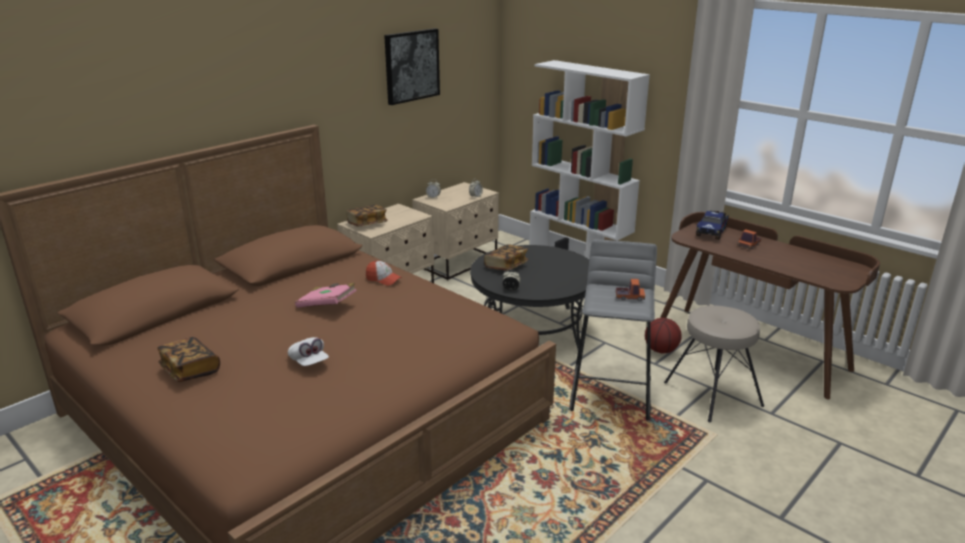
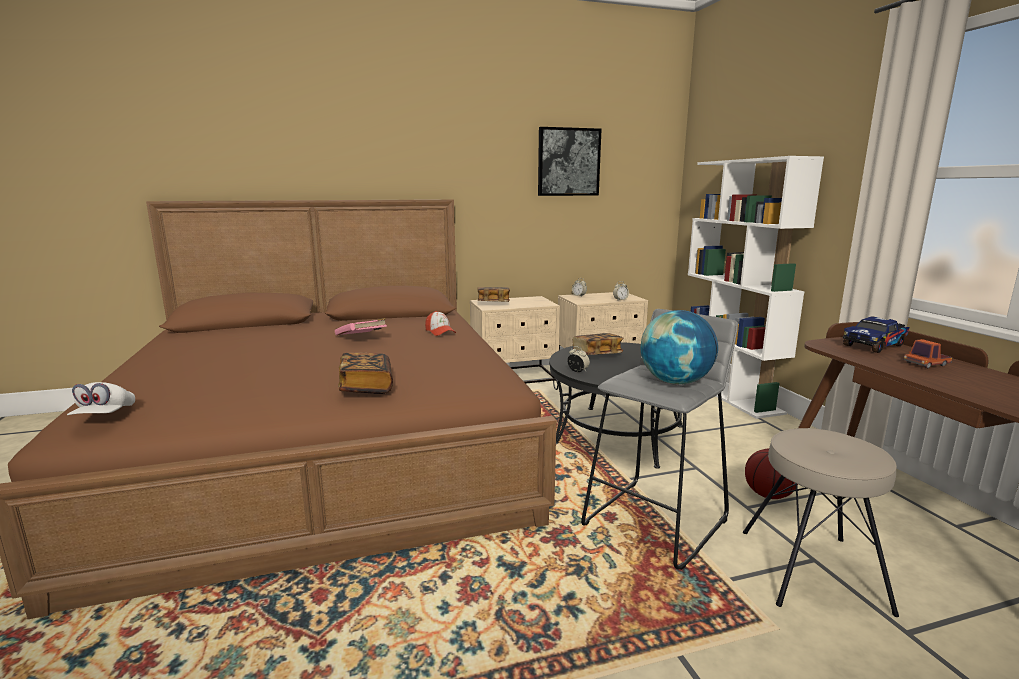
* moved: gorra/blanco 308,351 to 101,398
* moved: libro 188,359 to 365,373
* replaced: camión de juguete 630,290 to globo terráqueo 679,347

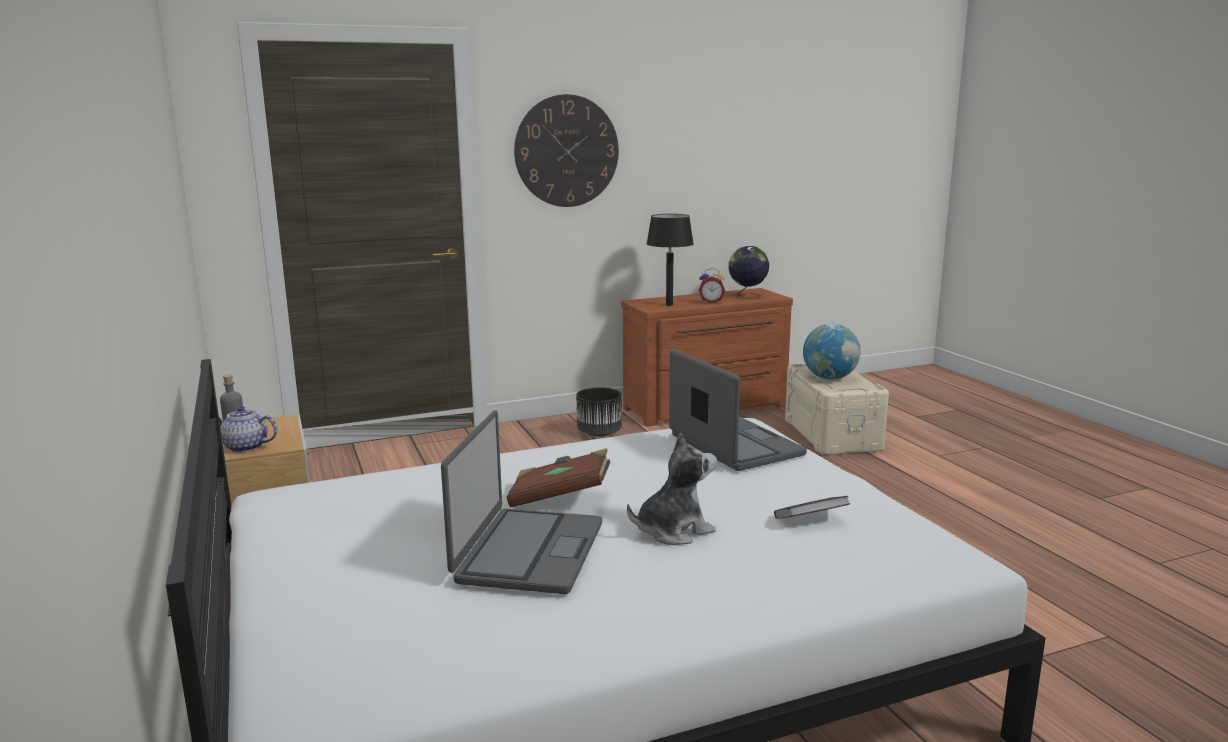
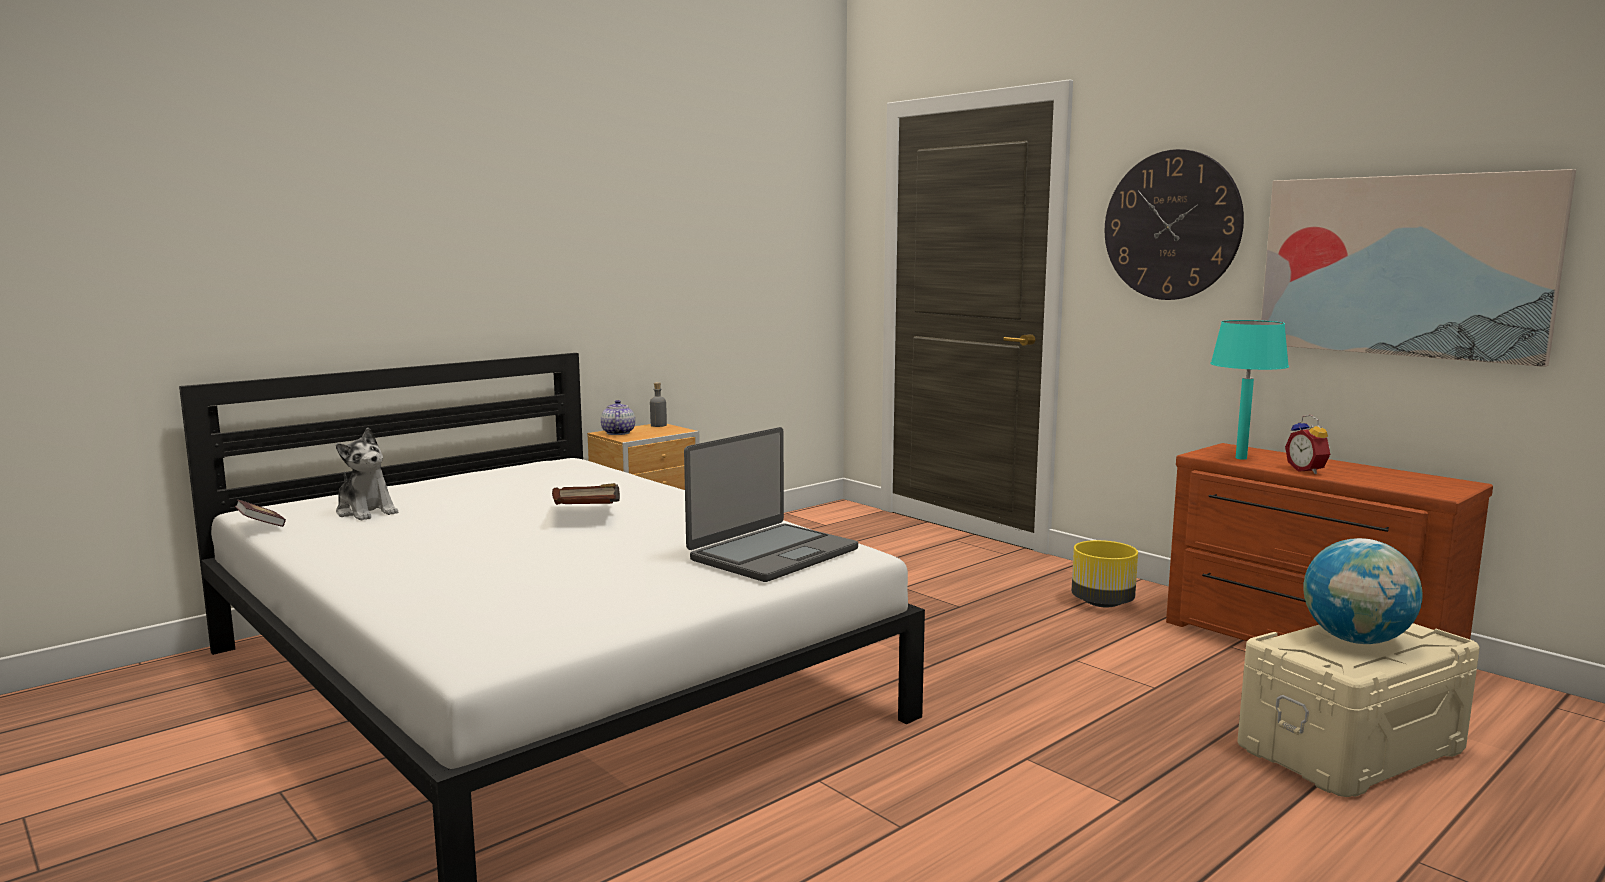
* moved: libro 812,507 to 260,513
* moved: peluche 672,488 to 367,474
* recoloured: maceta/negro 599,412 to maceta/amarillo 1104,573
* recoloured: lámpara de mesa/negro 670,260 to lámpara de mesa/turquesa 1249,390
* added: cuadro 1418,268
* removed: portátil 521,502
* removed: globo terráqueo 749,272

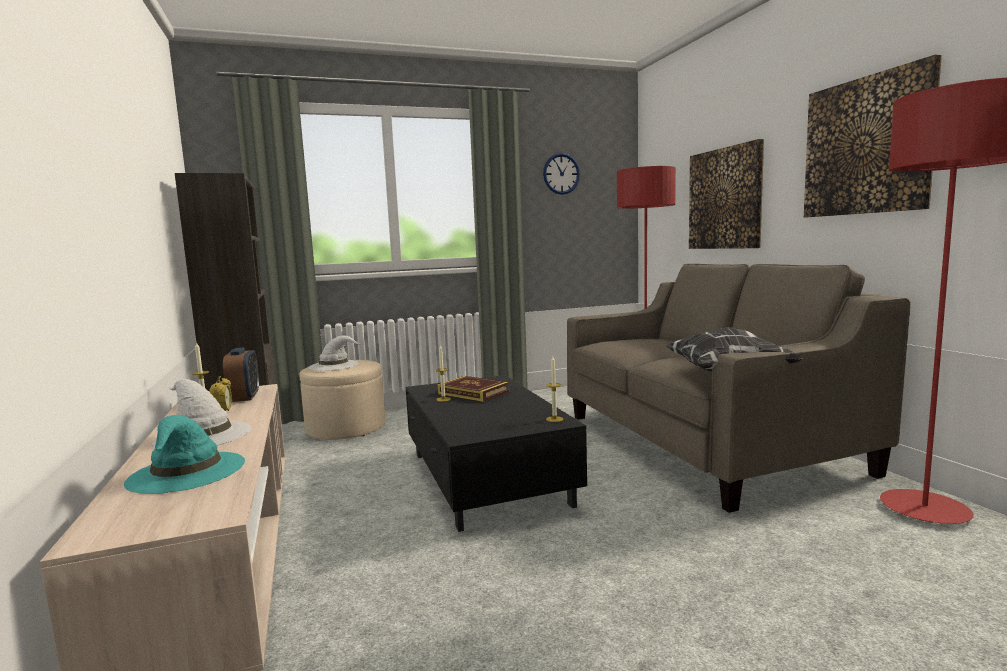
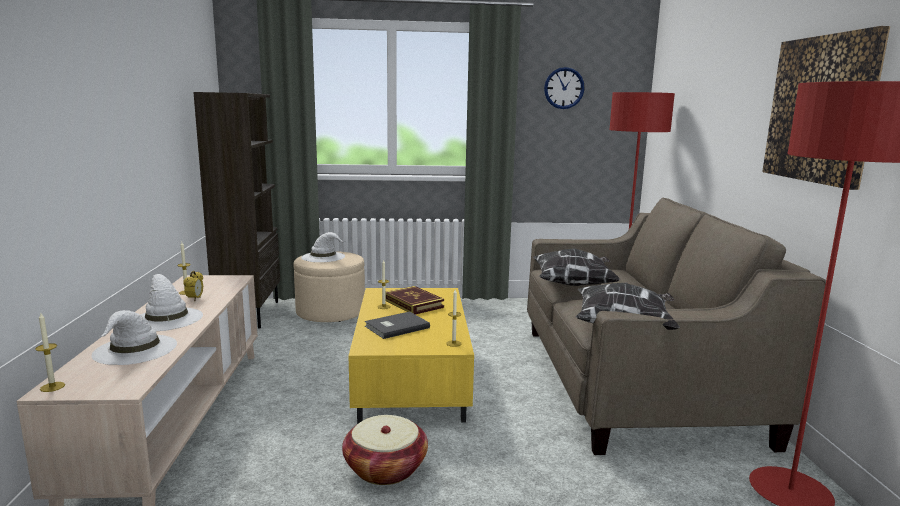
* added: vela 50,352
* recoloured: sombrero/turquesa 184,454 to sombrero/blanco 134,337
* added: cesta 385,450
* recoloured: mesa de centro/negro 496,453 to mesa de centro/amarillo 411,356
* added: libro/gris 397,325
* added: cojín 576,267
* removed: despertador 241,375
* removed: cuadro 726,194

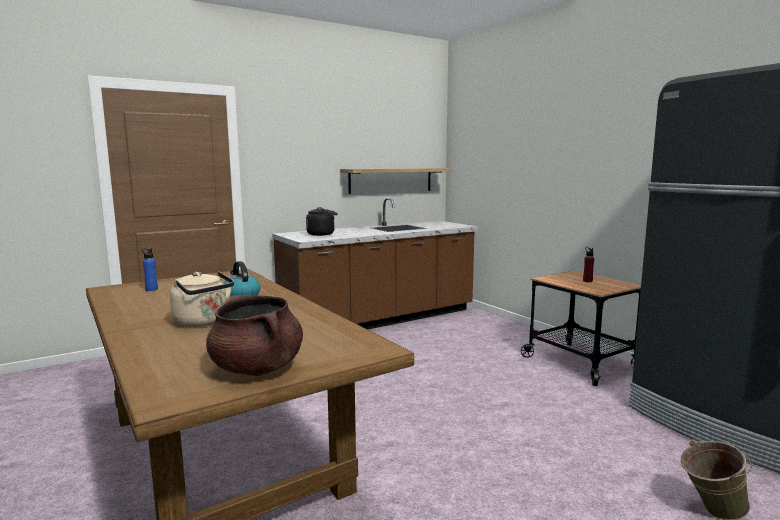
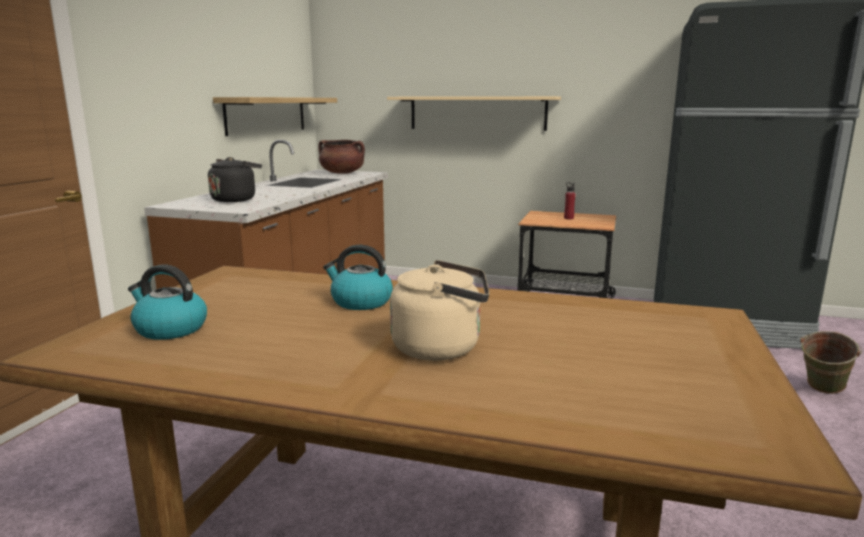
* replaced: botella/azul 150,269 to hervidor 167,302
* moved: olla/marrón 254,335 to 341,157
* added: estante/beis 474,113

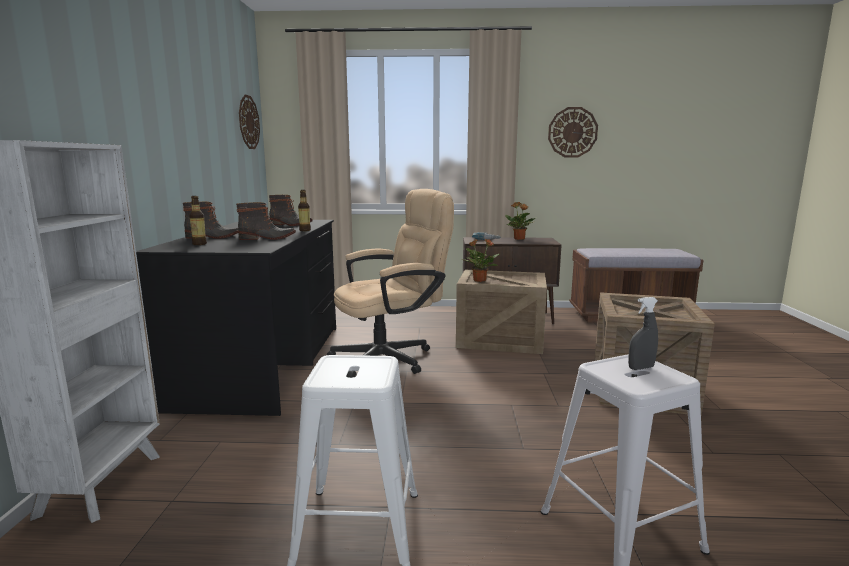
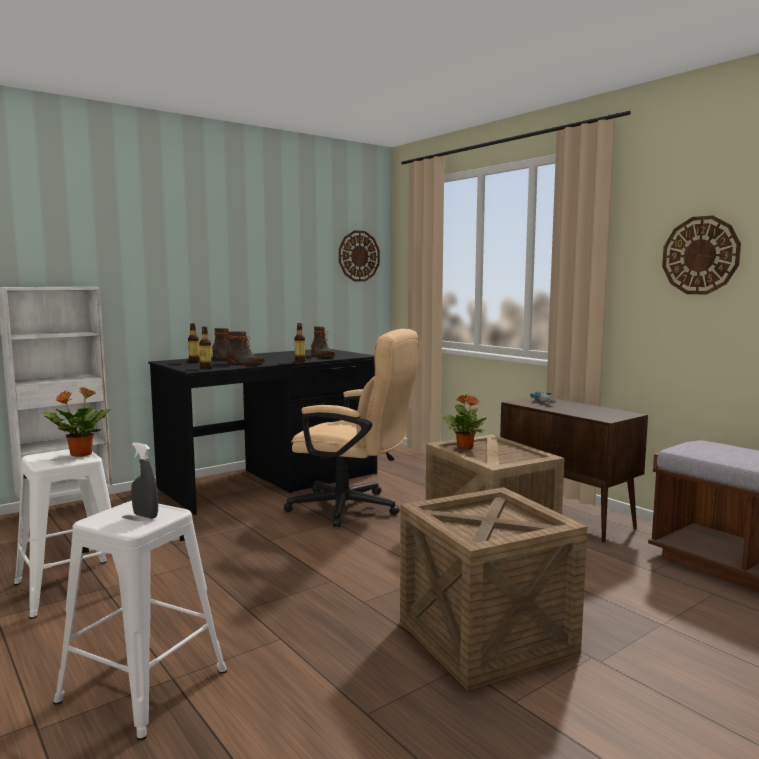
* moved: planta en maceta 521,221 to 77,422
* added: botella 205,347

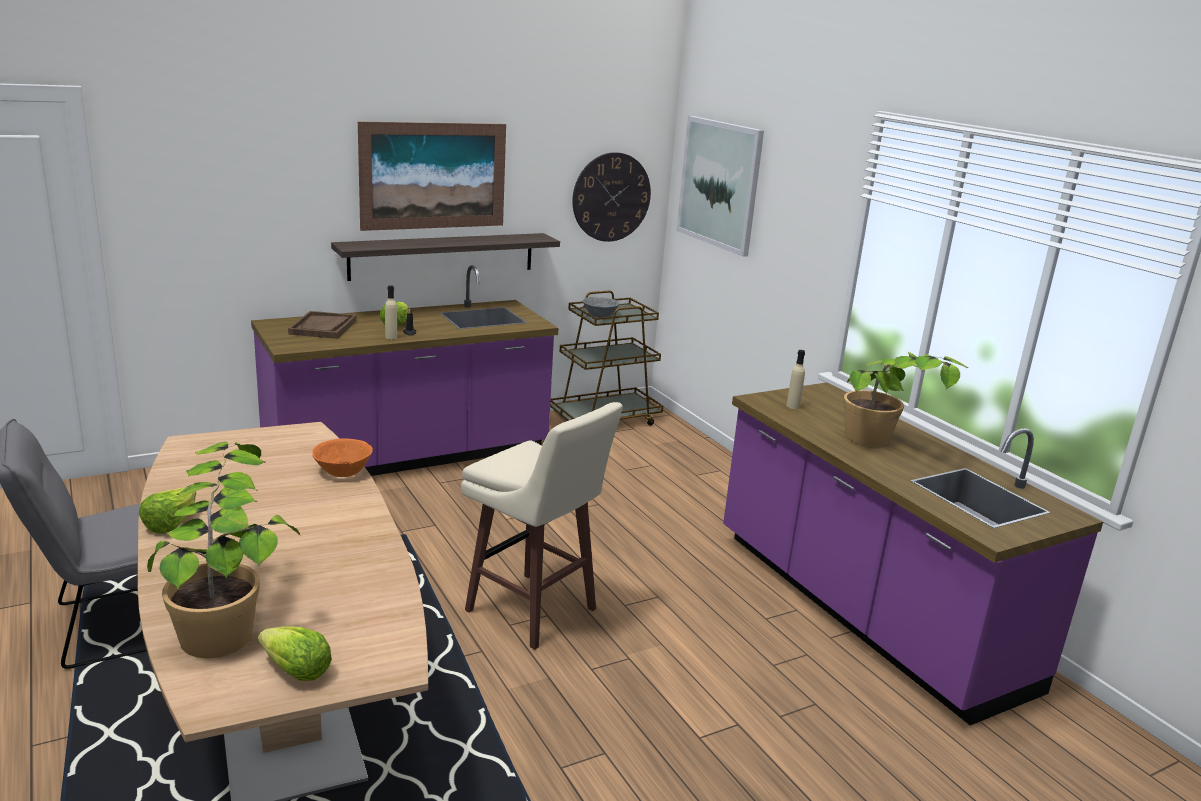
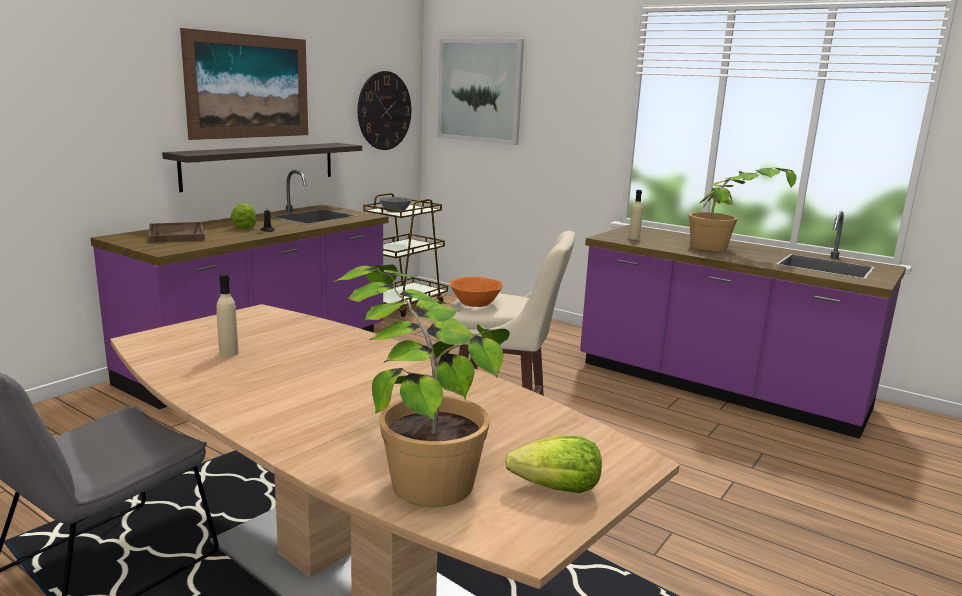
* moved: botella/beis 391,312 to 227,315
* moved: cuenco/naranja 342,457 to 475,292
* removed: lechuga 167,510

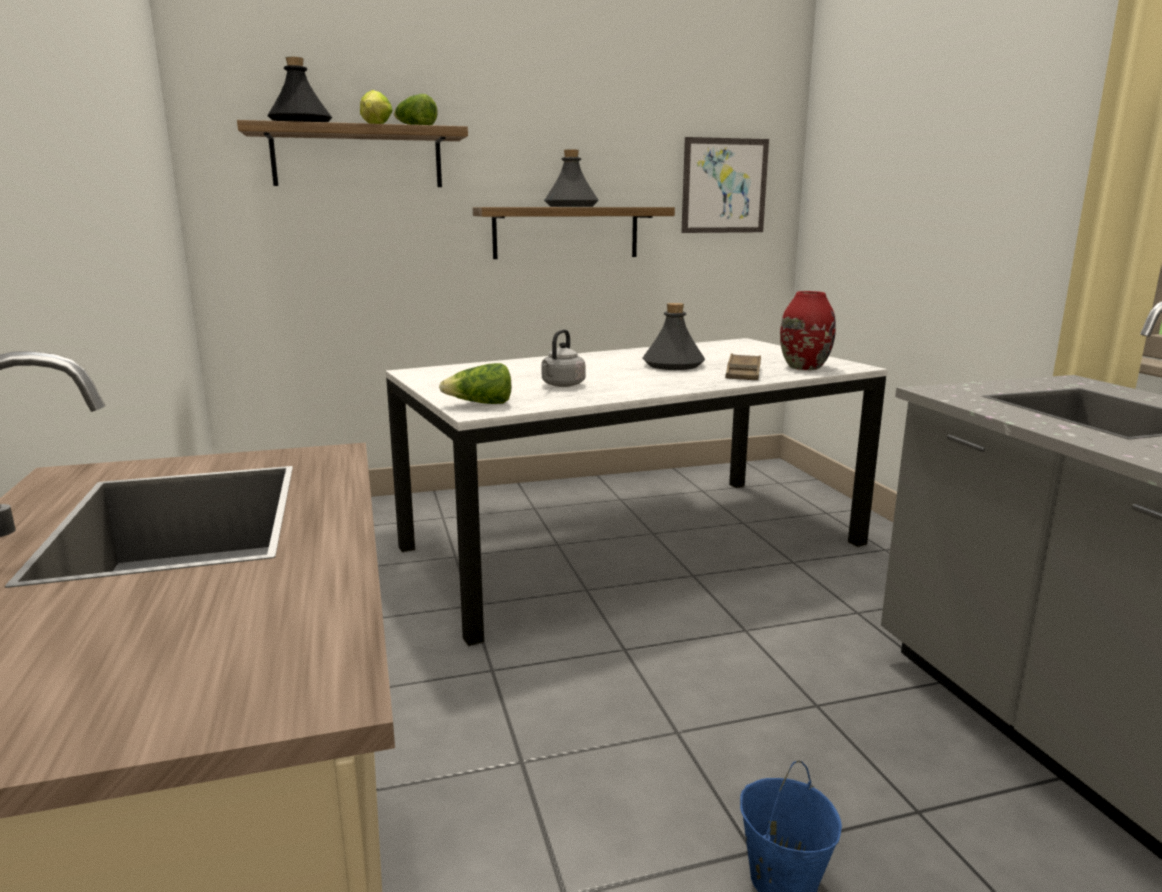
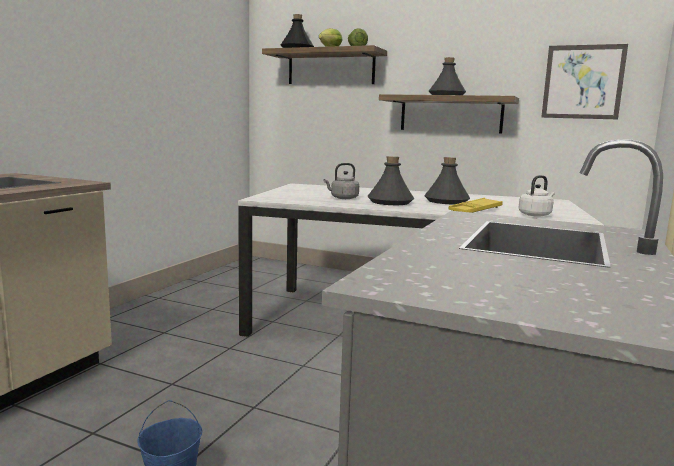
* added: botella/gris 390,180
* recoloured: bandeja/marrón 743,367 to bandeja/amarillo 475,205
* replaced: florero/rojo 808,330 to hervidor/blanco 536,196
* removed: lechuga 475,383

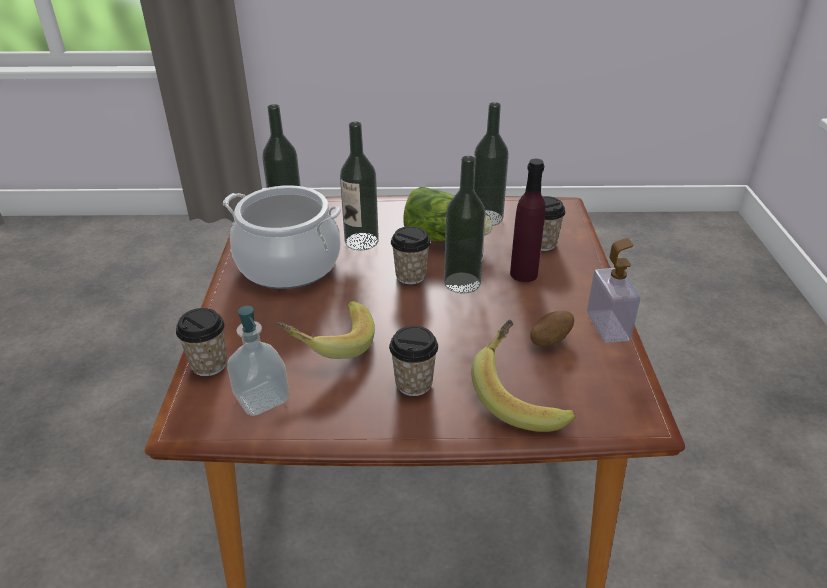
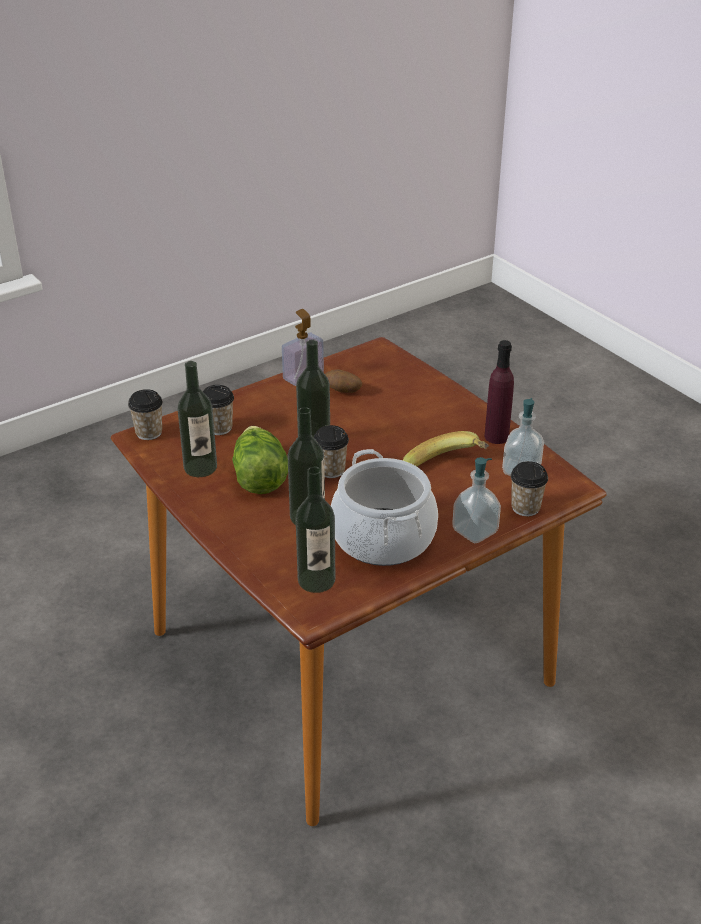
* moved: taza 413,360 to 145,414
* added: dispensador de jabón 476,500
* moved: botella/morado 528,220 to 499,392
* removed: plátano 523,375

